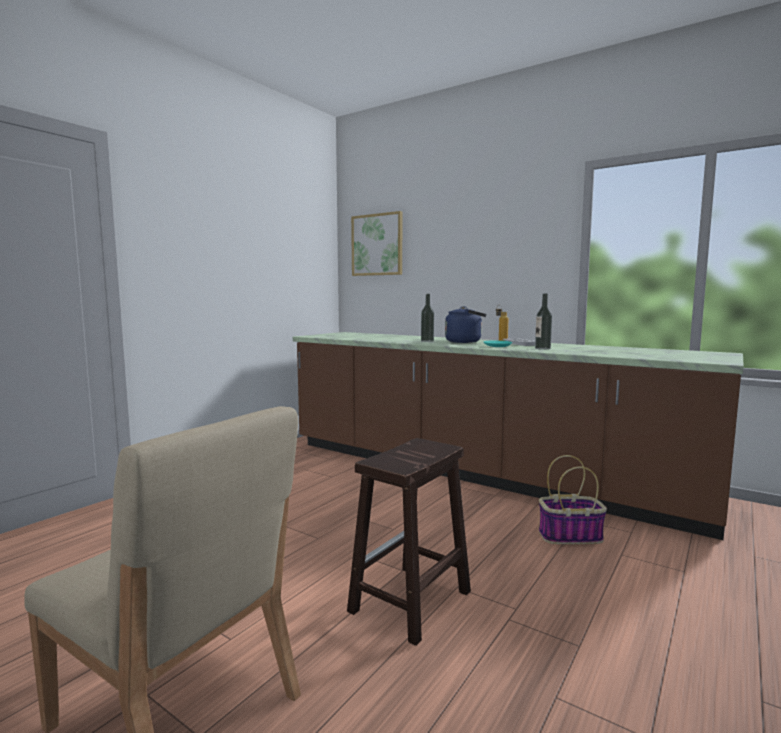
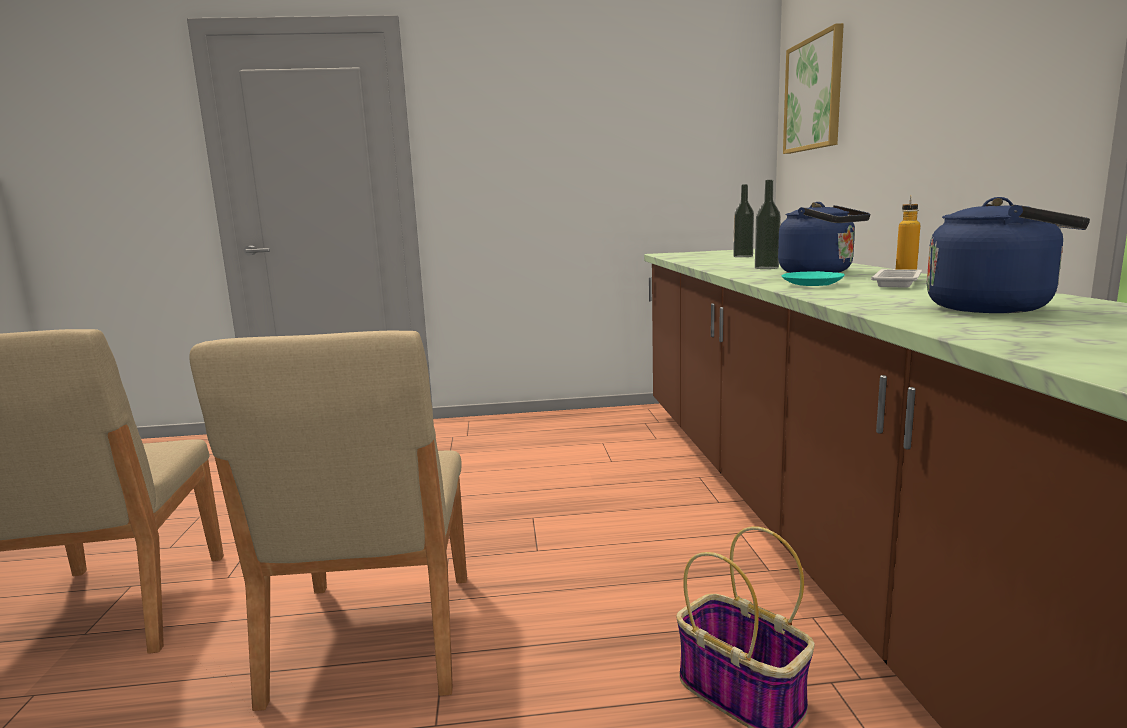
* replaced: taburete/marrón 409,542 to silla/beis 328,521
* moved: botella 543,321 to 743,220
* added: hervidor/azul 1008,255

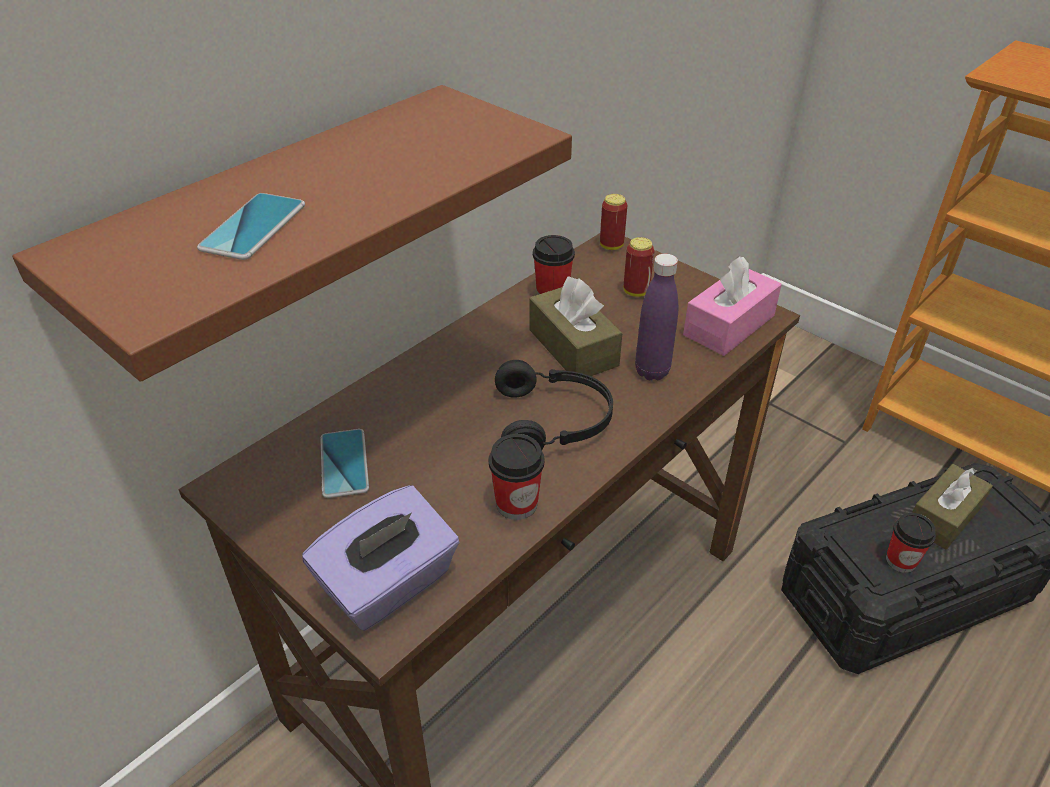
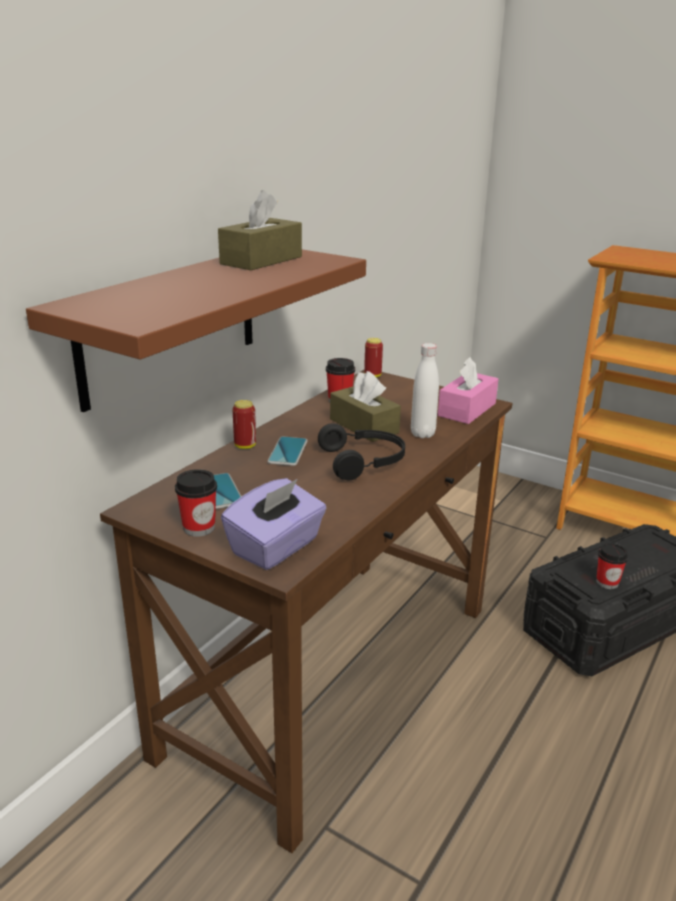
* moved: taza 516,477 to 196,503
* moved: caja de pañuelos/marrón 952,507 to 260,230
* moved: lata 639,267 to 244,424
* moved: móvil 251,226 to 287,451
* recoloured: botella/morado 656,317 to botella/blanco 425,390

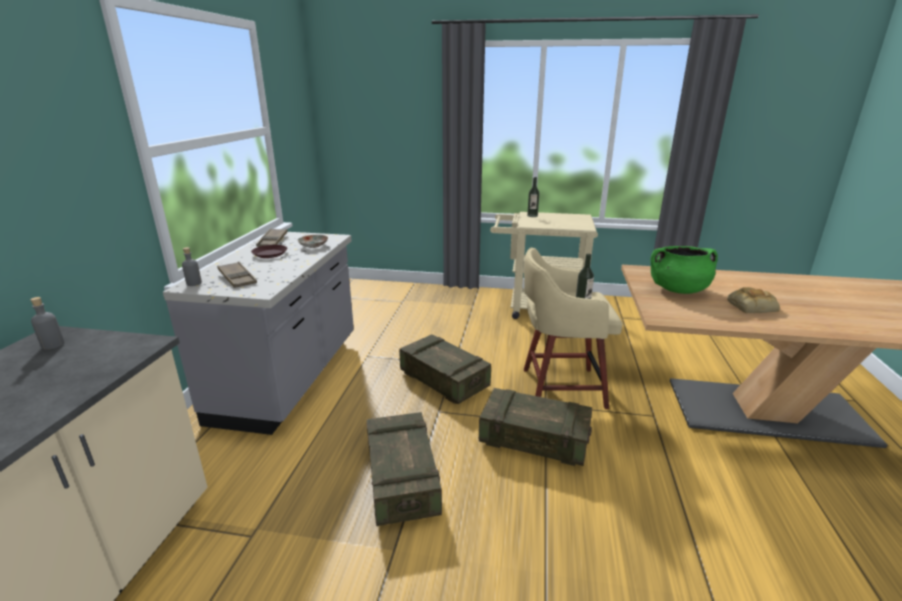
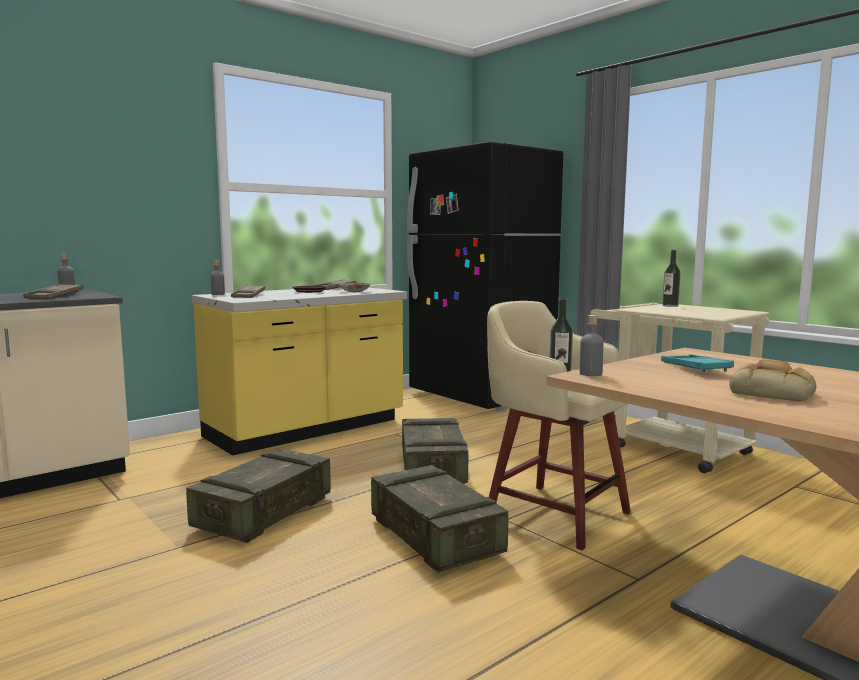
* added: bandeja/marrón 53,291
* recoloured: mueble bajo de cocina/gris 258,333 to mueble bajo de cocina/amarillo 299,371
* added: nevera/negro 485,275
* added: botella/gris 591,345
* replaced: olla/verde 684,270 to bandeja/turquesa 697,363

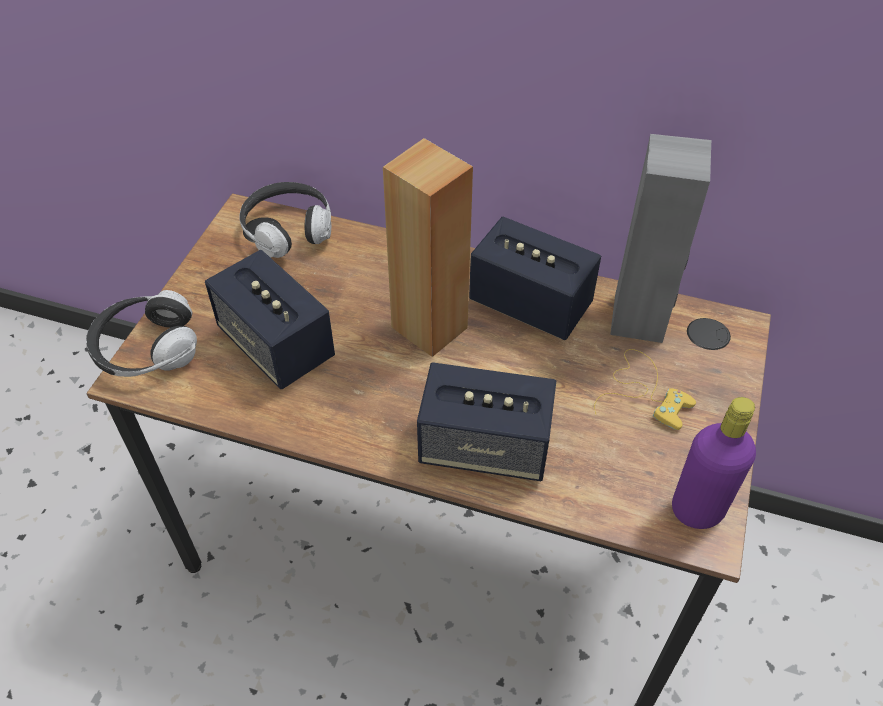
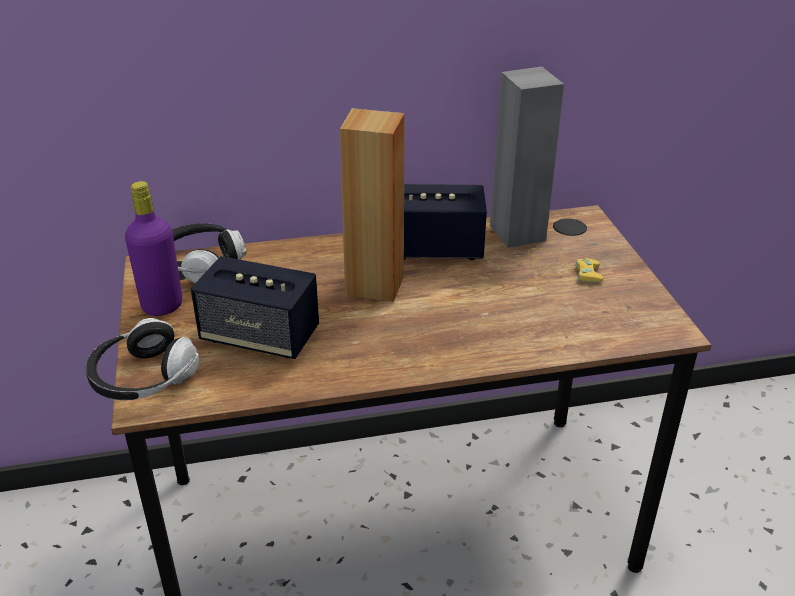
* moved: botella/morado 714,463 to 153,248
* removed: altavoz 486,422

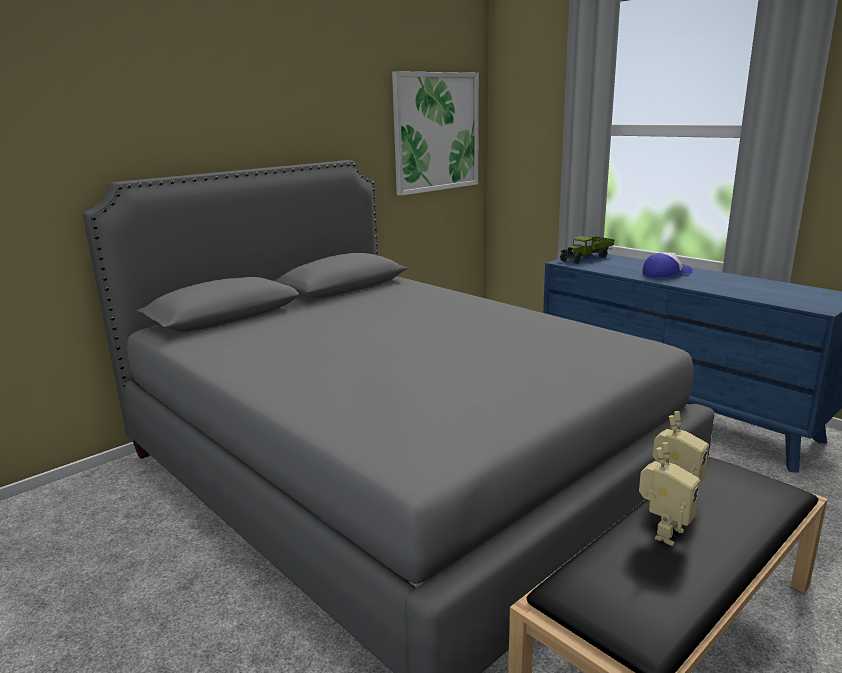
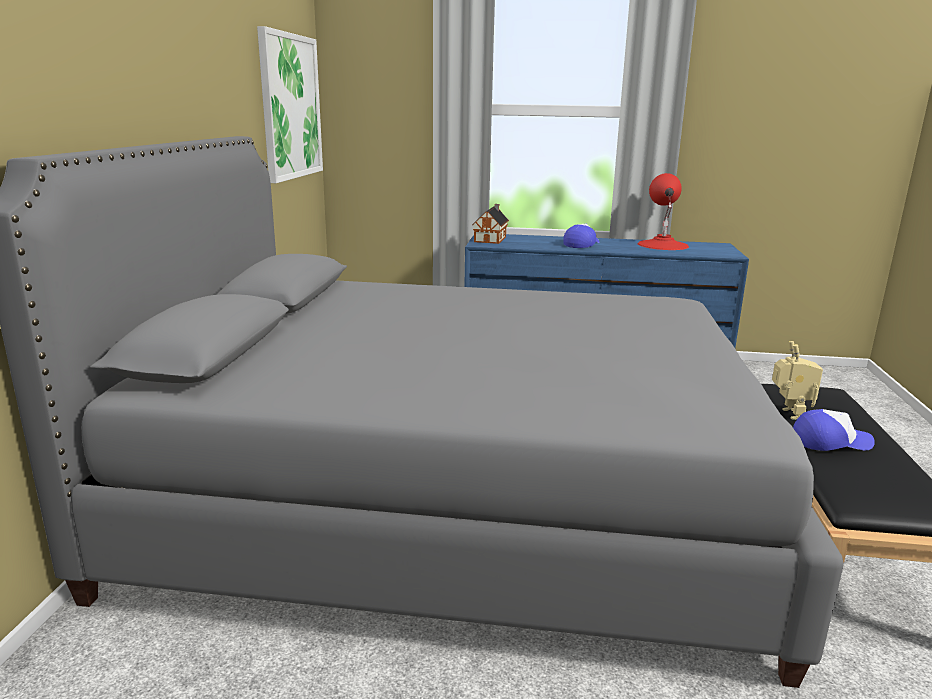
* replaced: camión de juguete 587,250 to casita 490,224
* added: lámpara de mesa/rojo 663,211
* replaced: robot de juguete 669,494 to gorra 834,430

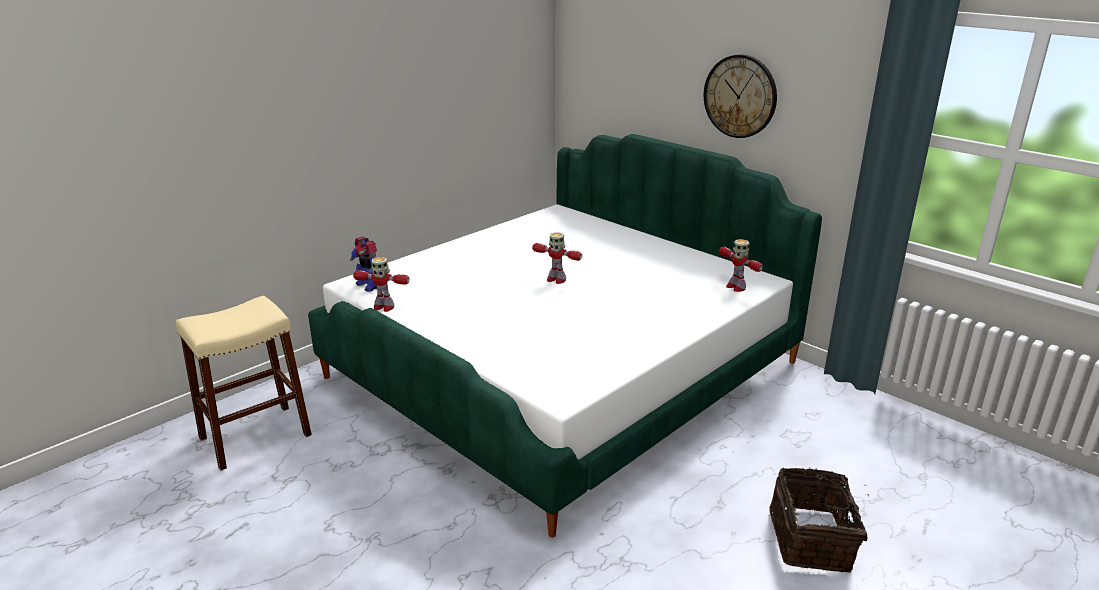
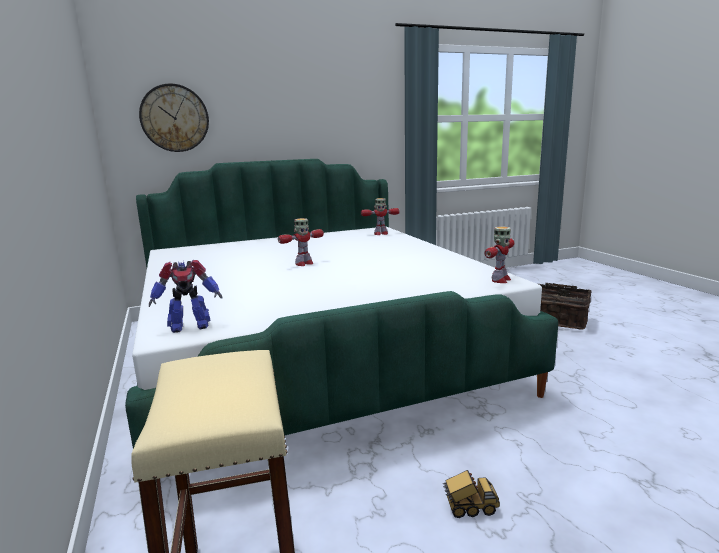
* moved: reloj de pared 740,96 to 174,117
* added: camión de juguete 471,494
* moved: robot de juguete 381,284 to 499,255

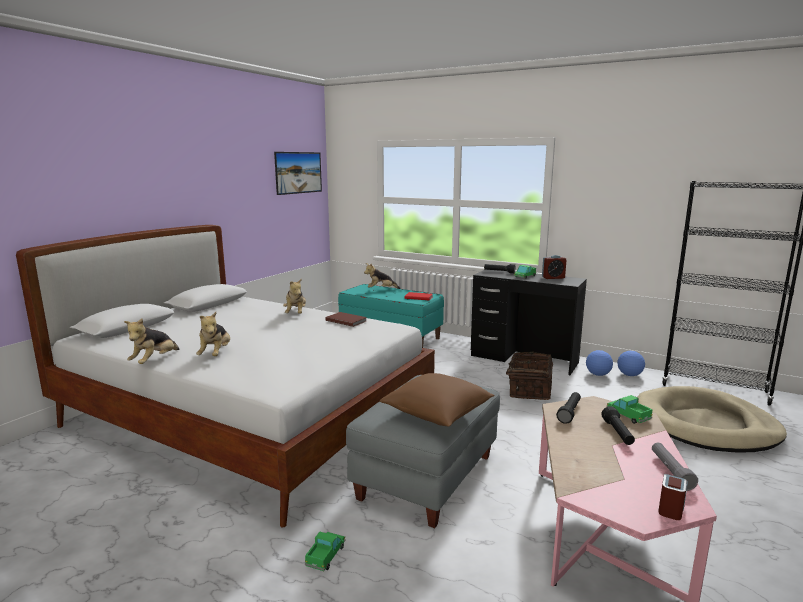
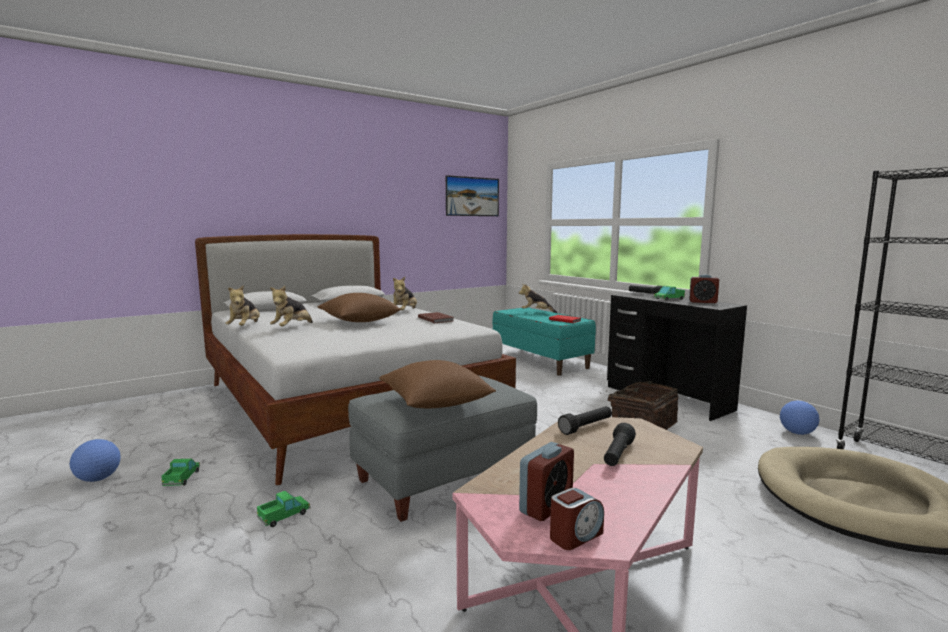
* moved: balón de fútbol 599,363 to 95,460
* moved: camión de juguete 629,409 to 181,472
* turned: peluche 151,341 = 242,305 45 degrees counterclockwise
* added: cojín/marrón 360,307
* added: despertador 546,481
* removed: linterna/gris 675,467

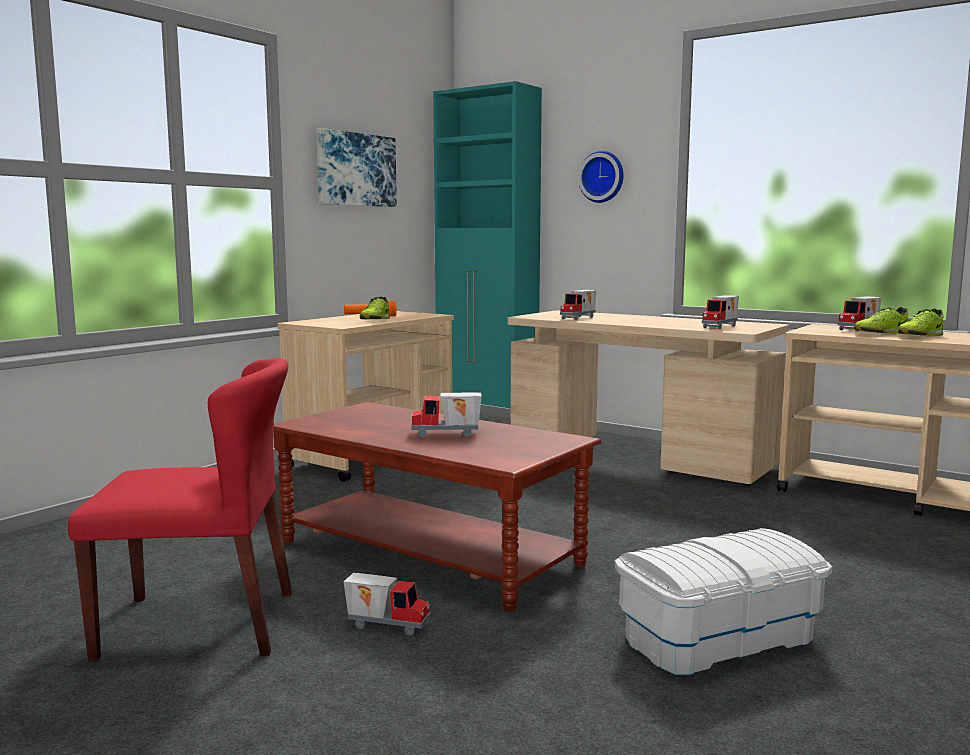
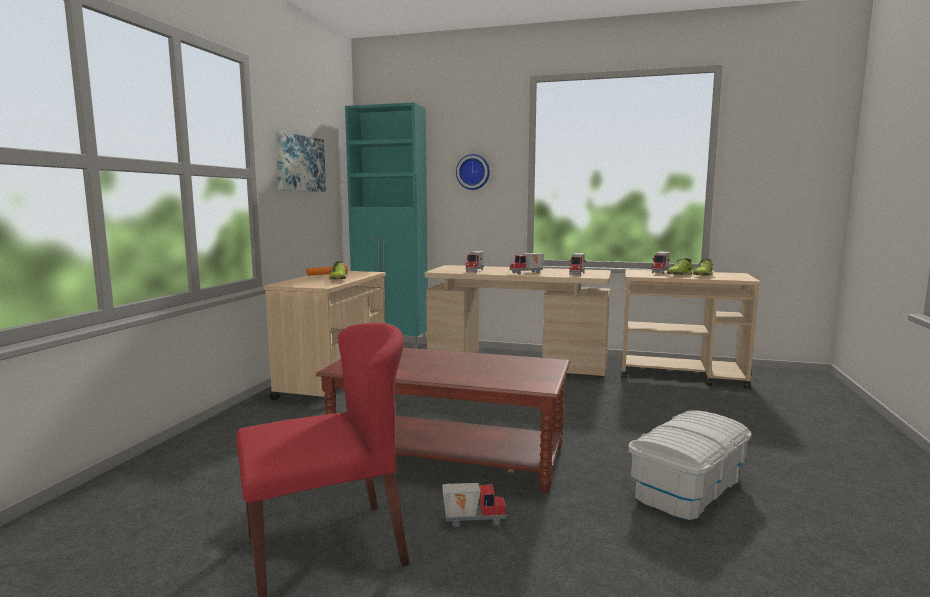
* moved: camión de juguete 446,414 to 527,263

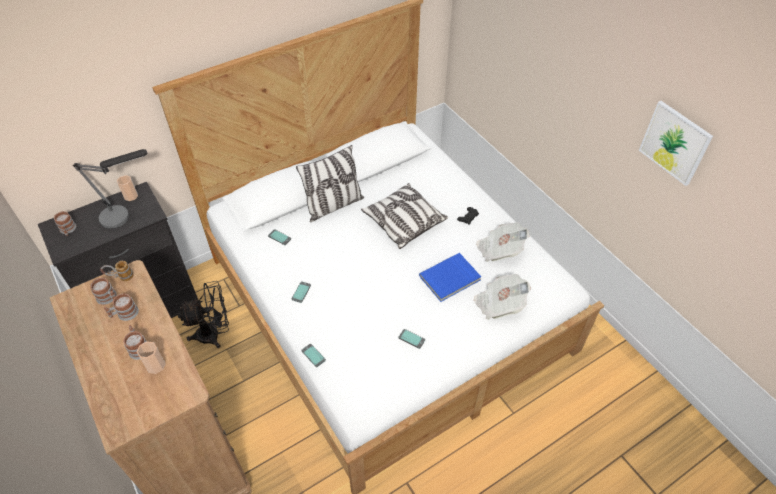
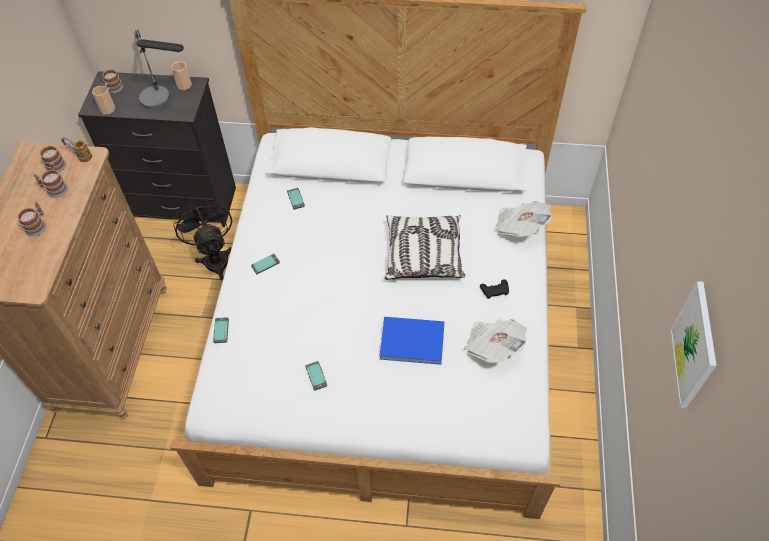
* moved: taza 151,357 to 103,100
* turned: ventilador/negro 203,314 = 202,239 135 degrees counterclockwise
* moved: periódico 502,297 to 523,219
* removed: cojín 330,183

